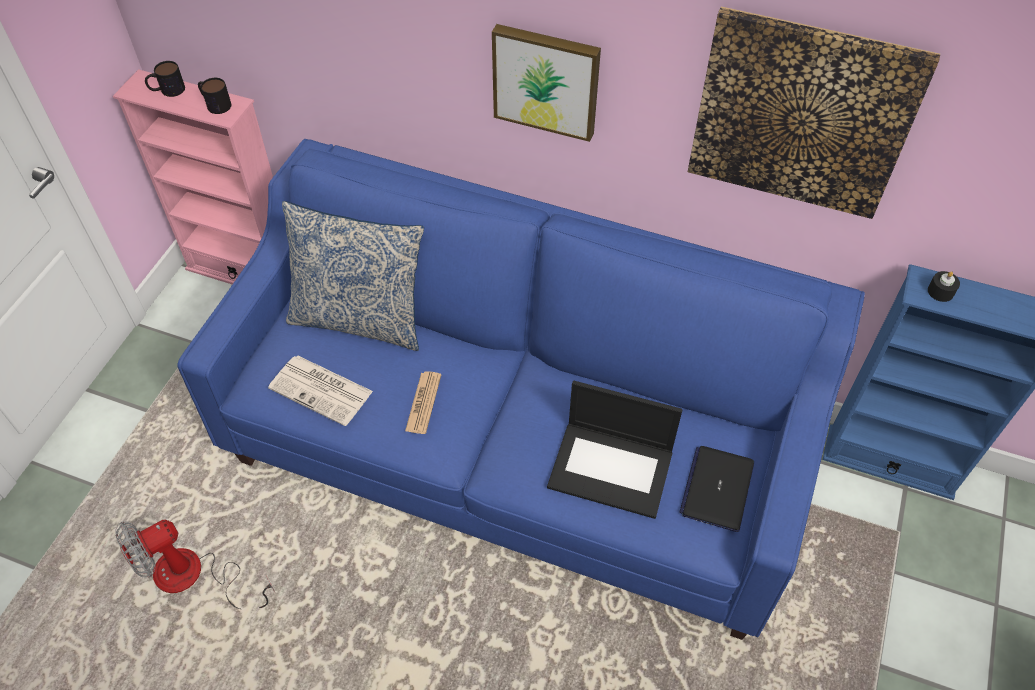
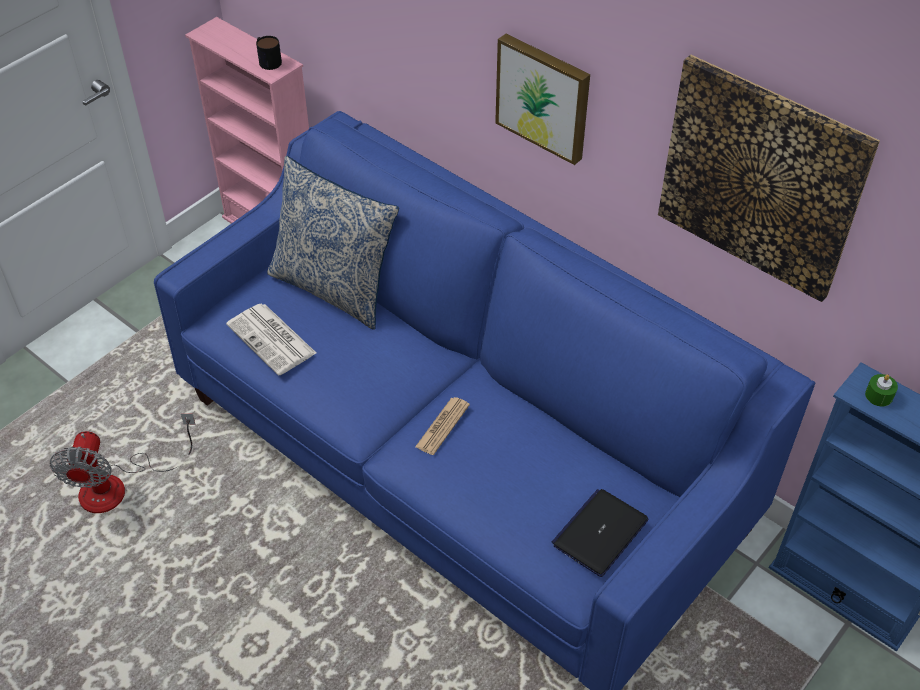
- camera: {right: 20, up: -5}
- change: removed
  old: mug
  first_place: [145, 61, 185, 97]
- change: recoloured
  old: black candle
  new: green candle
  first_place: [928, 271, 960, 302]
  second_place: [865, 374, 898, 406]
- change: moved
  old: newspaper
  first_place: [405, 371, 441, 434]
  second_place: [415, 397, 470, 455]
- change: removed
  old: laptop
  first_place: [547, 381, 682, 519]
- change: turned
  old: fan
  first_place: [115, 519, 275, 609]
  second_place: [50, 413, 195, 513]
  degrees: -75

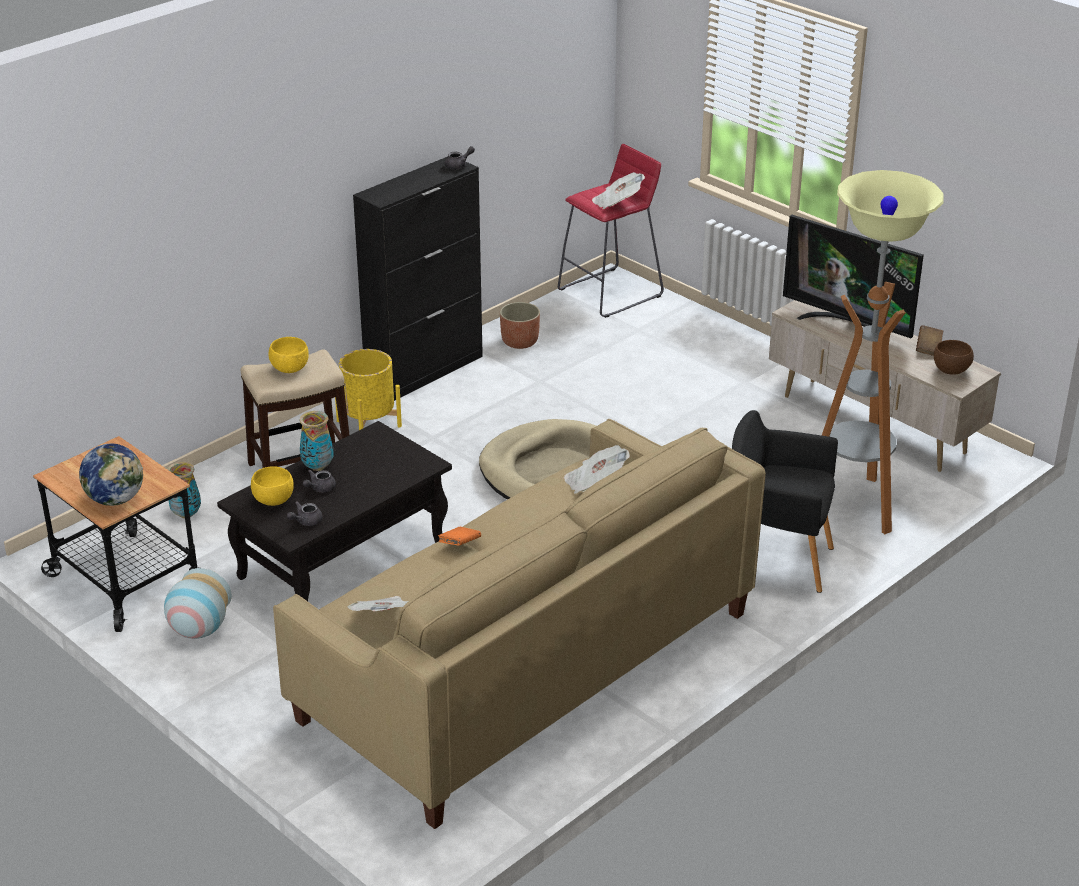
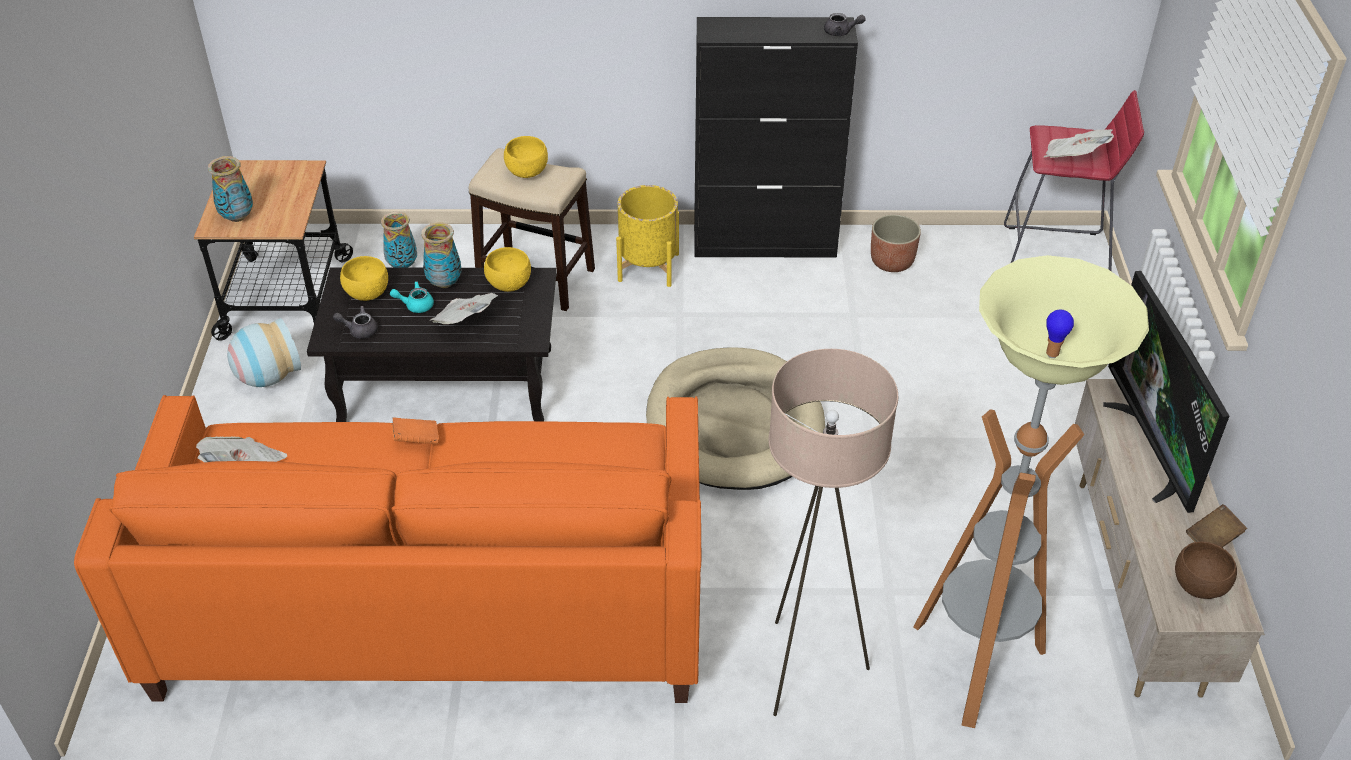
- camera: {right: 45, up: 10}
- change: replaced
  old: black armchair
  new: beige floor lamp
  first_place: [732, 410, 838, 593]
  second_place: [769, 349, 898, 716]
- change: recoloured
  old: beige sofa
  new: orange sofa
  first_place: [273, 419, 766, 829]
  second_place: [74, 395, 701, 703]
- change: replaced
  old: globe
  new: vase
  first_place: [79, 443, 143, 506]
  second_place: [208, 156, 253, 222]
- change: moved
  old: newspaper
  first_place: [564, 445, 630, 494]
  second_place: [430, 293, 498, 324]
- change: recoloured
  old: grey teapot
  new: turquoise teapot
  first_place: [303, 470, 336, 492]
  second_place: [390, 281, 434, 313]
- change: added
  new: yellow bowl
  second_place: [484, 247, 531, 292]

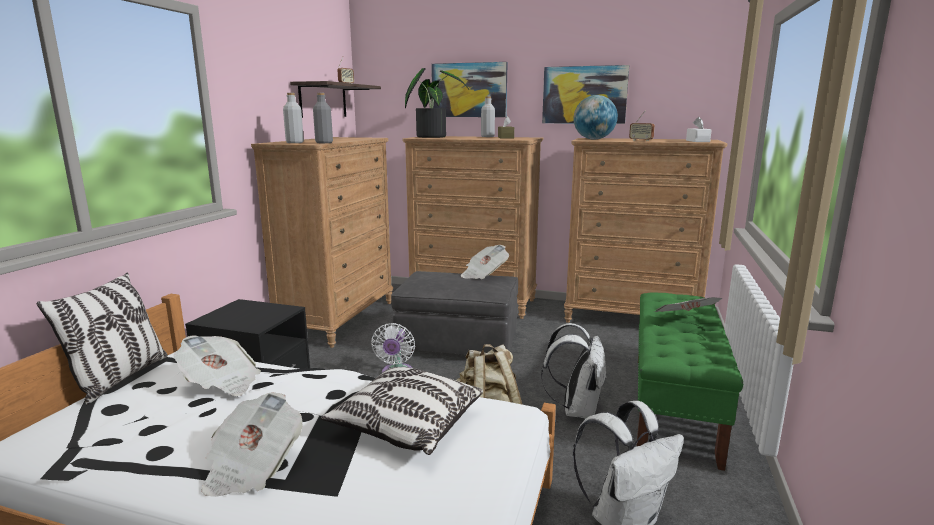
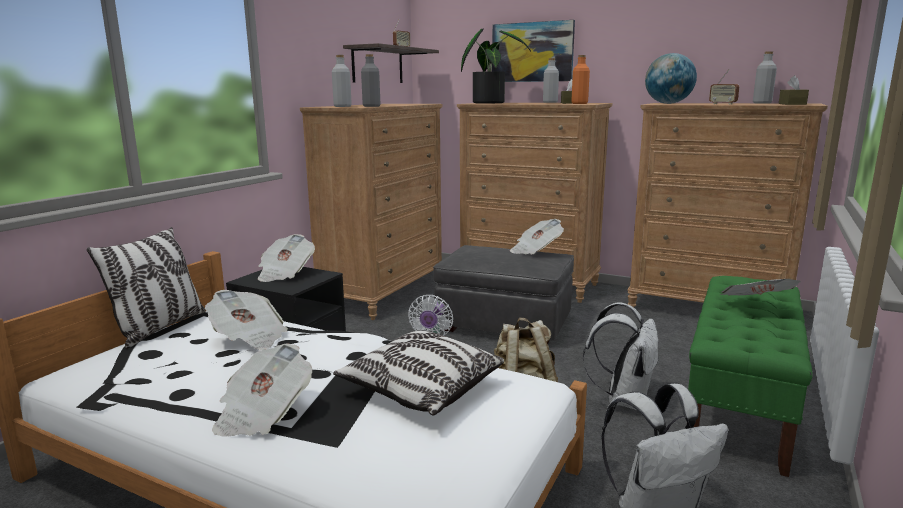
- camera: {right: 10, up: 0}
- change: removed
  old: picture
  first_place: [542, 65, 629, 124]
- change: recoloured
  old: white tissue box
  new: brown tissue box
  first_place: [686, 117, 712, 142]
  second_place: [779, 75, 809, 105]
- change: added
  new: grey bottle
  second_place: [753, 51, 777, 104]
- change: added
  new: orange bottle
  second_place: [571, 55, 590, 104]
- change: added
  new: newspaper
  second_place: [258, 234, 315, 282]

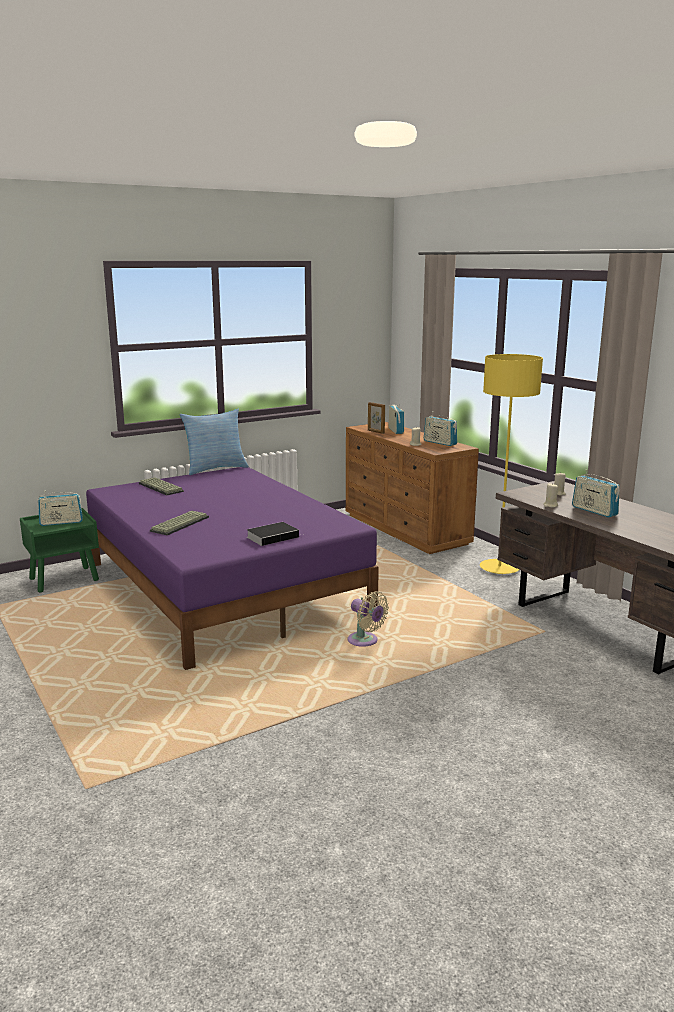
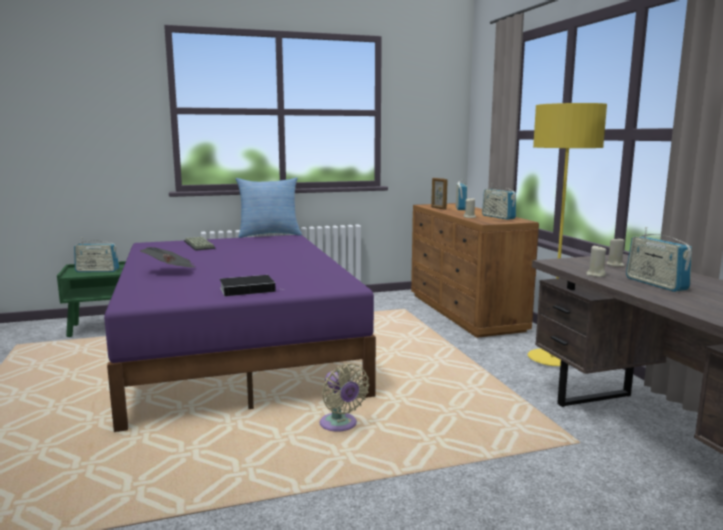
- camera: {right: 15, up: -5}
- change: replaced
  old: keyboard
  new: newspaper
  first_place: [150, 511, 209, 535]
  second_place: [140, 247, 196, 267]

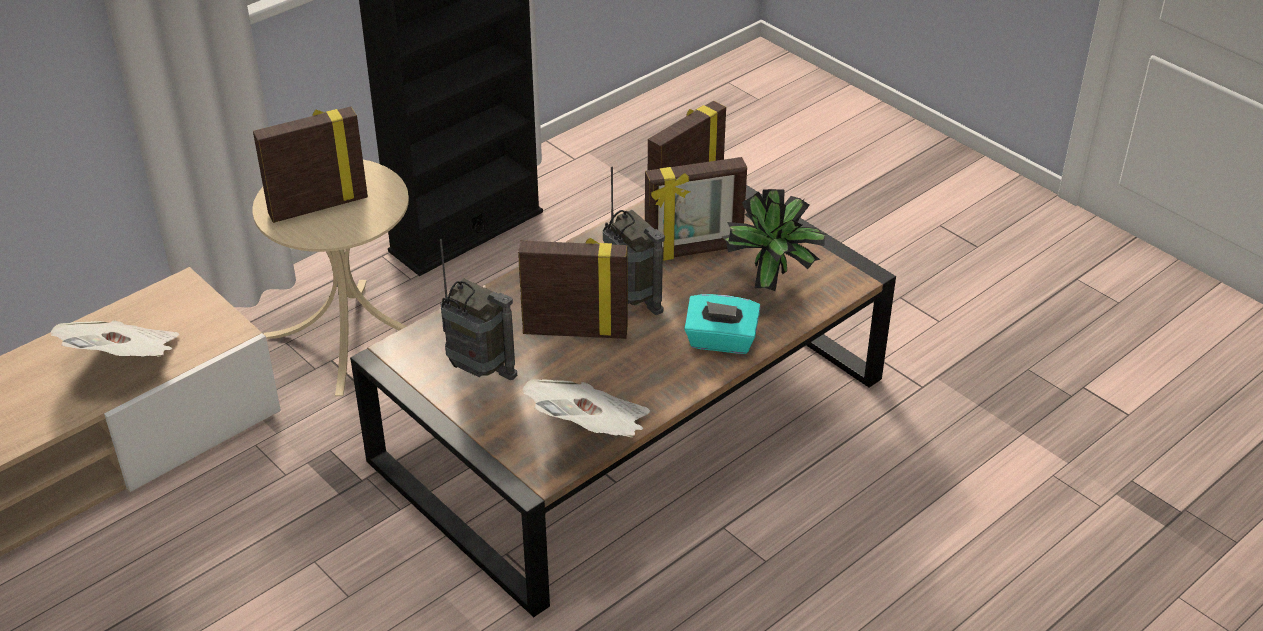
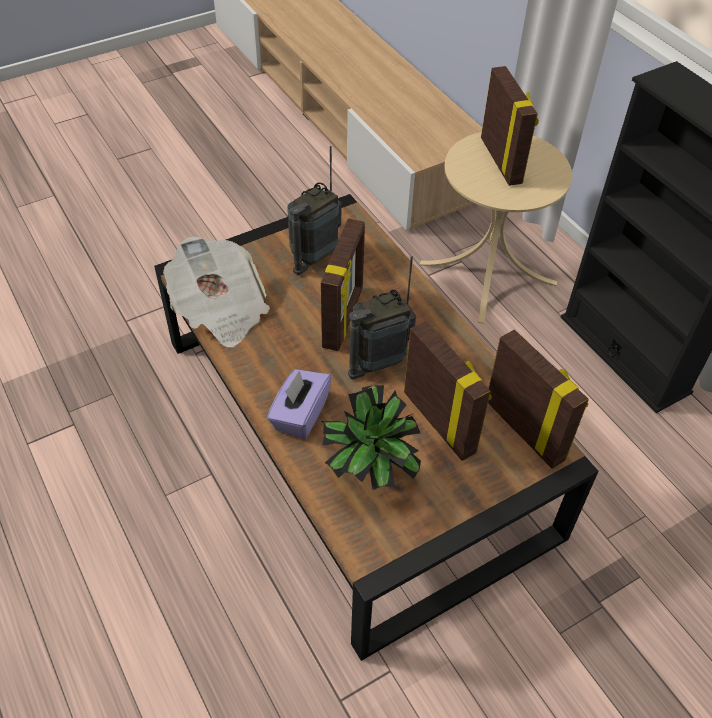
- camera: {right: 100, up: 10}
- change: turned
  old: picture frame
  first_place: [645, 157, 747, 261]
  second_place: [404, 321, 492, 461]
  degrees: 150
- change: recoloured
  old: turquoise tissue box
  new: purple tissue box
  first_place: [684, 294, 760, 354]
  second_place: [267, 369, 332, 439]
- change: removed
  old: newspaper
  first_place: [50, 321, 179, 357]

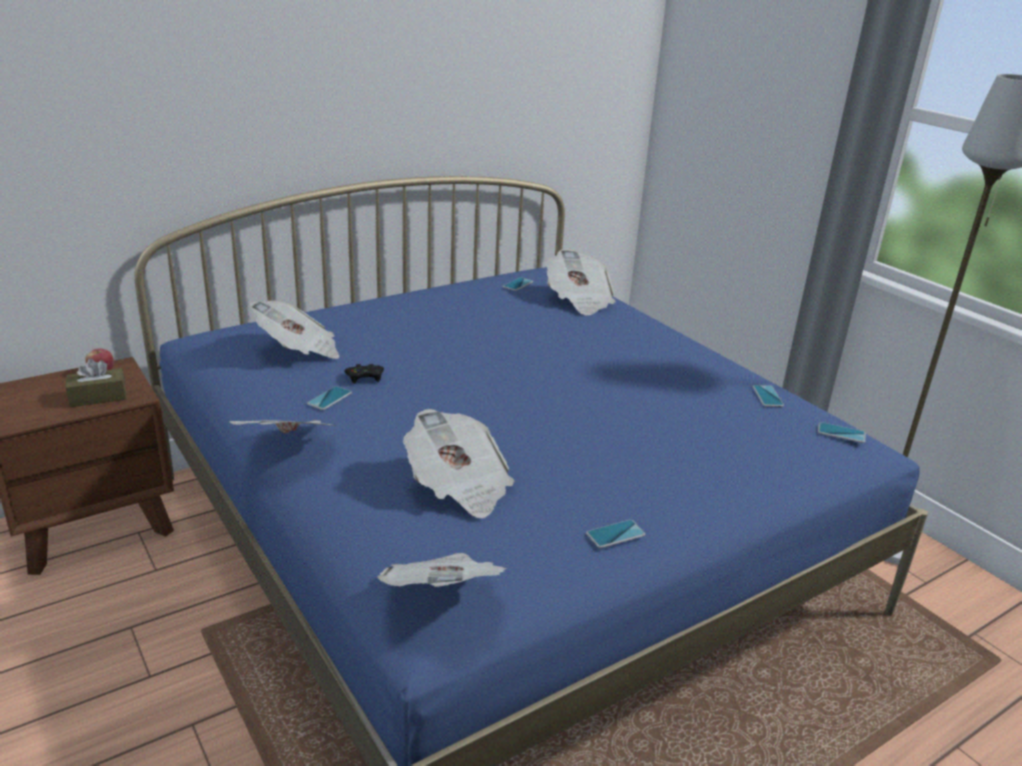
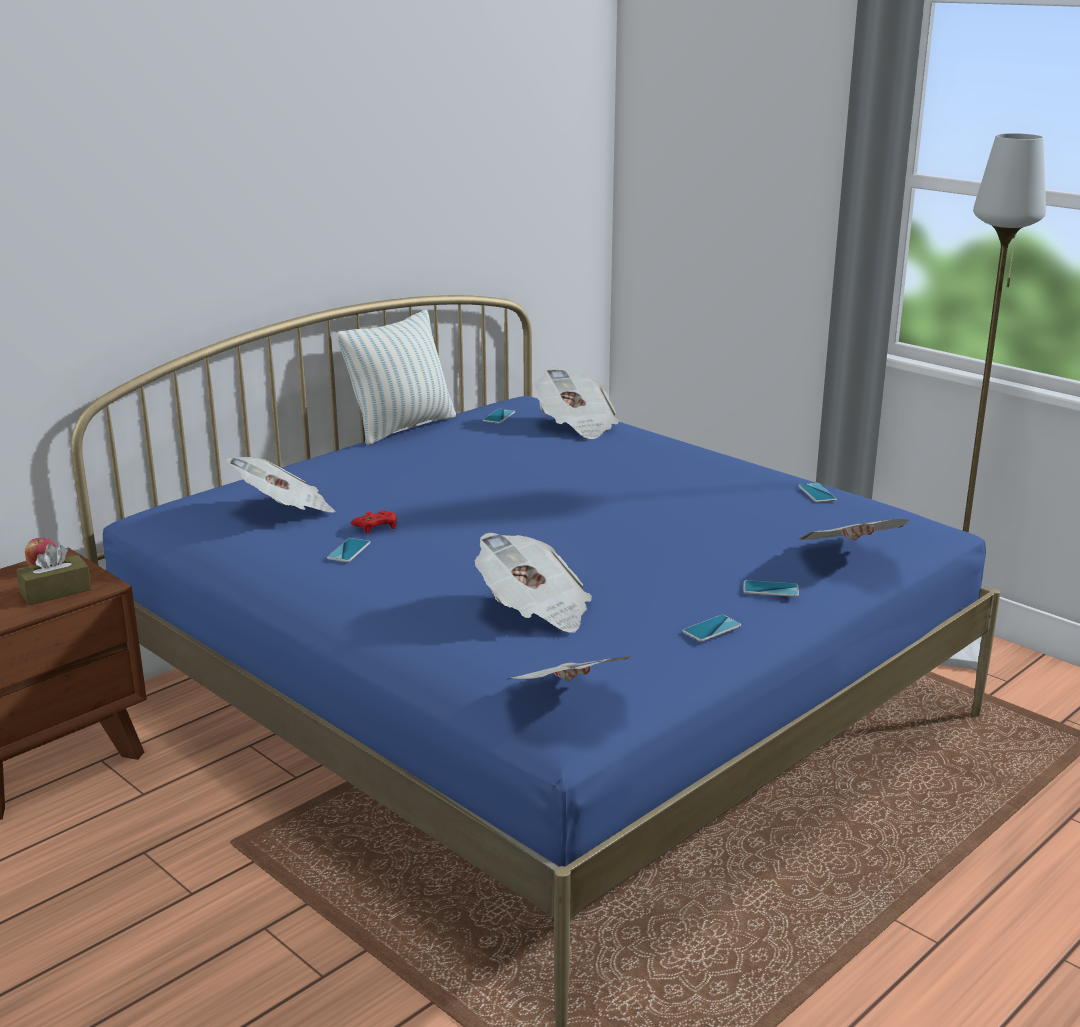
- camera: {right: -10, up: -5}
- change: recoloured
  old: black game controller
  new: red game controller
  first_place: [344, 364, 384, 384]
  second_place: [351, 510, 397, 534]
- change: moved
  old: newspaper
  first_place: [229, 420, 335, 433]
  second_place: [799, 519, 910, 541]
- change: moved
  old: phone
  first_place: [818, 422, 865, 443]
  second_place: [743, 580, 799, 597]
- change: added
  new: pillow
  second_place: [337, 310, 456, 445]

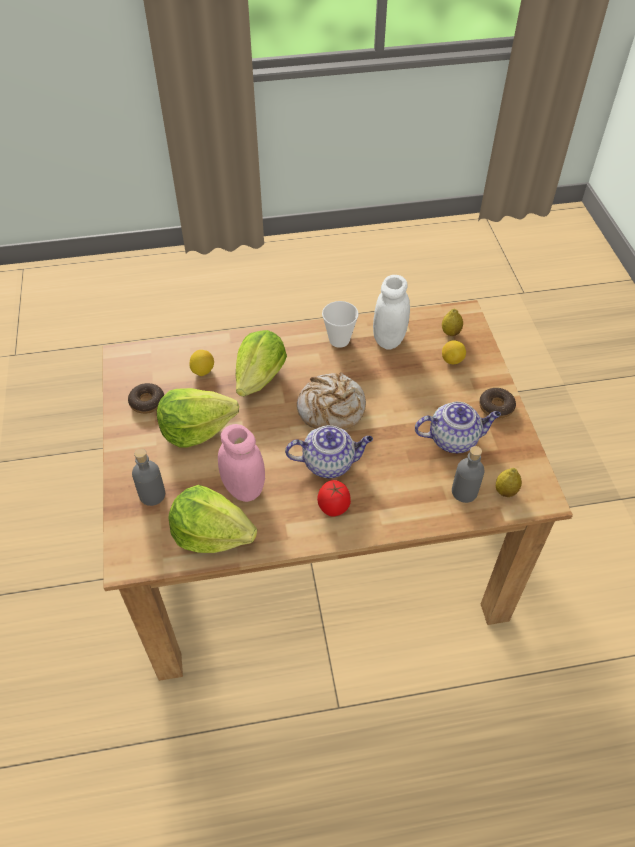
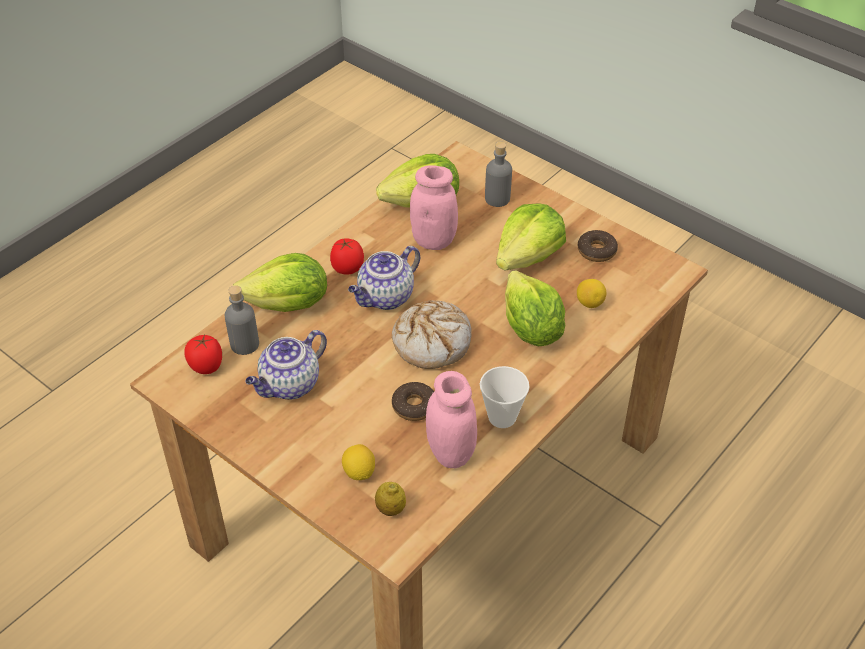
- camera: {right: 140, up: -5}
- change: recoloured
  old: white jar
  new: pink jar
  first_place: [373, 275, 410, 350]
  second_place: [426, 371, 477, 468]
- change: moved
  old: donut
  first_place: [479, 388, 516, 418]
  second_place: [392, 382, 434, 421]
- change: replaced
  old: lemon
  new: tomato
  first_place: [496, 468, 522, 497]
  second_place: [184, 335, 222, 374]
- change: added
  new: lettuce
  second_place: [233, 253, 327, 312]

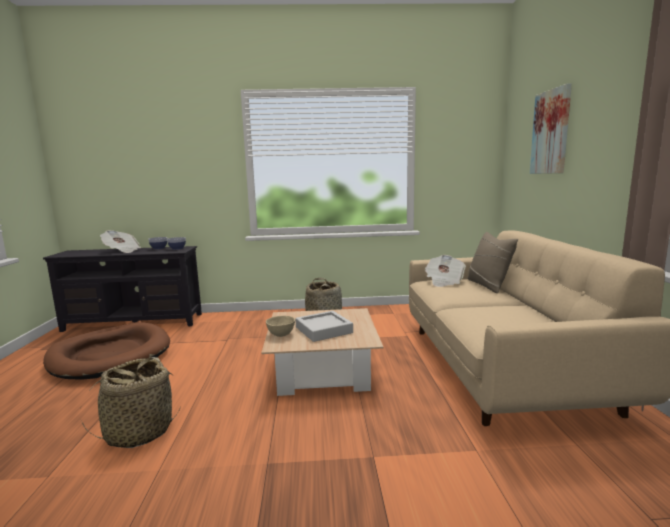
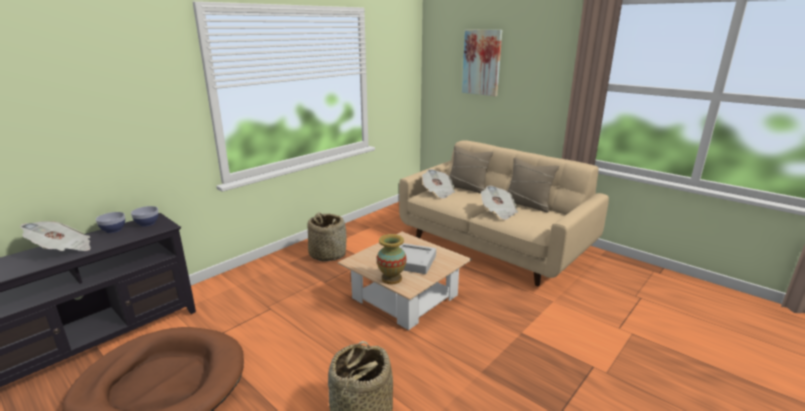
- camera: {right: -45, up: 10}
- change: replaced
  old: beige bowl
  new: vase
  first_place: [266, 316, 295, 337]
  second_place: [377, 234, 406, 284]
- change: added
  new: beige pillow
  second_place: [508, 158, 559, 212]
- change: added
  new: newspaper
  second_place: [481, 186, 518, 220]

